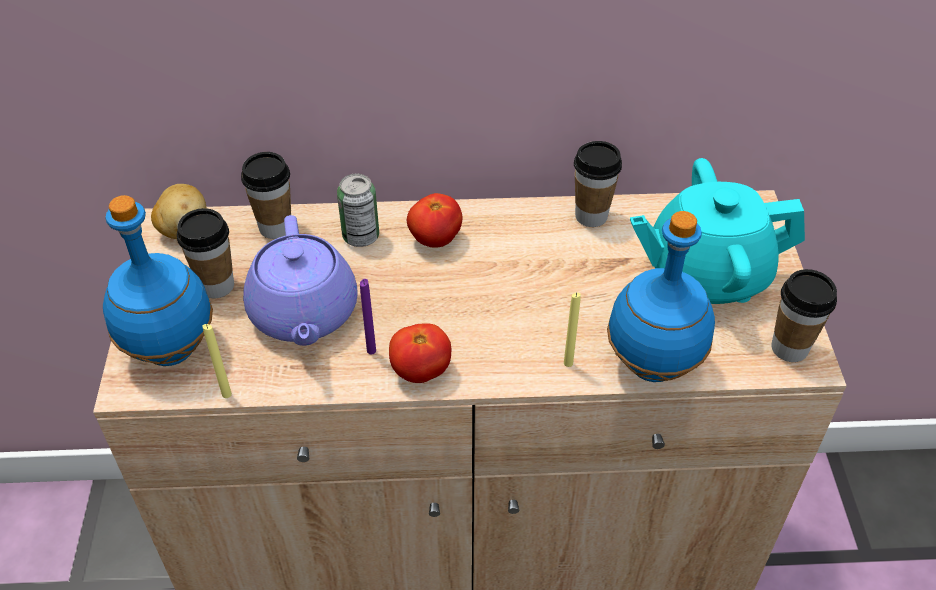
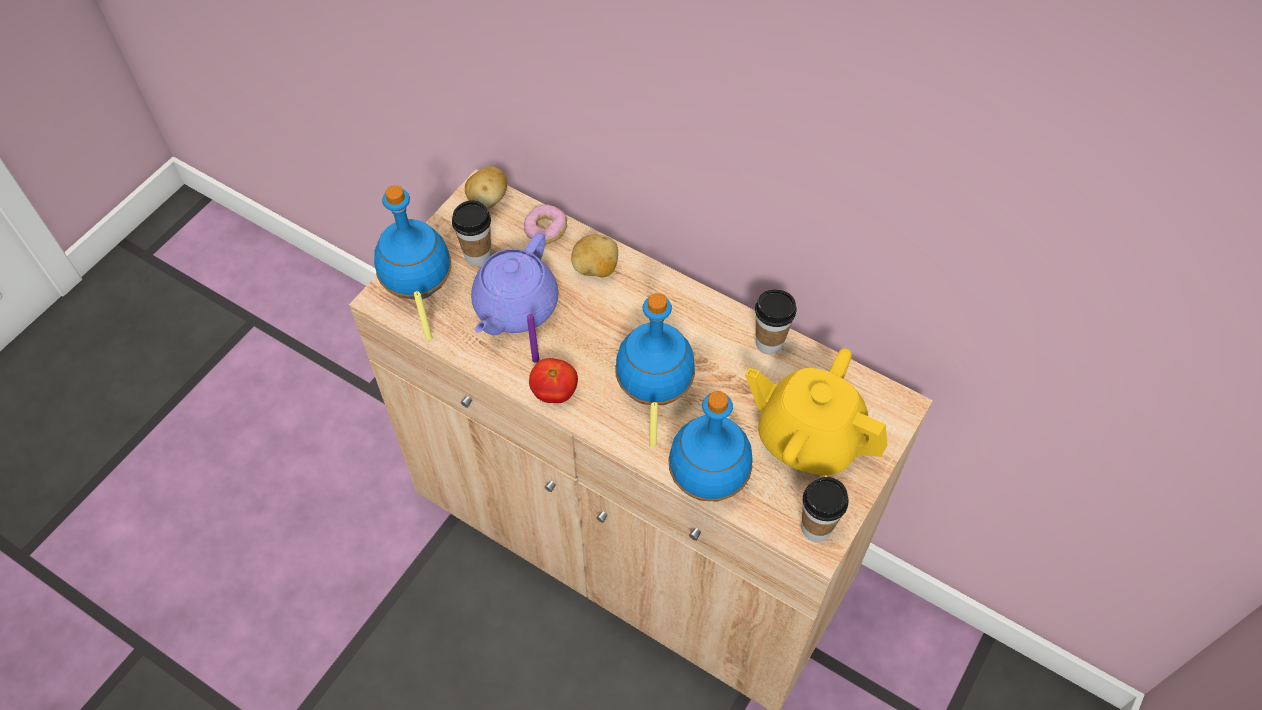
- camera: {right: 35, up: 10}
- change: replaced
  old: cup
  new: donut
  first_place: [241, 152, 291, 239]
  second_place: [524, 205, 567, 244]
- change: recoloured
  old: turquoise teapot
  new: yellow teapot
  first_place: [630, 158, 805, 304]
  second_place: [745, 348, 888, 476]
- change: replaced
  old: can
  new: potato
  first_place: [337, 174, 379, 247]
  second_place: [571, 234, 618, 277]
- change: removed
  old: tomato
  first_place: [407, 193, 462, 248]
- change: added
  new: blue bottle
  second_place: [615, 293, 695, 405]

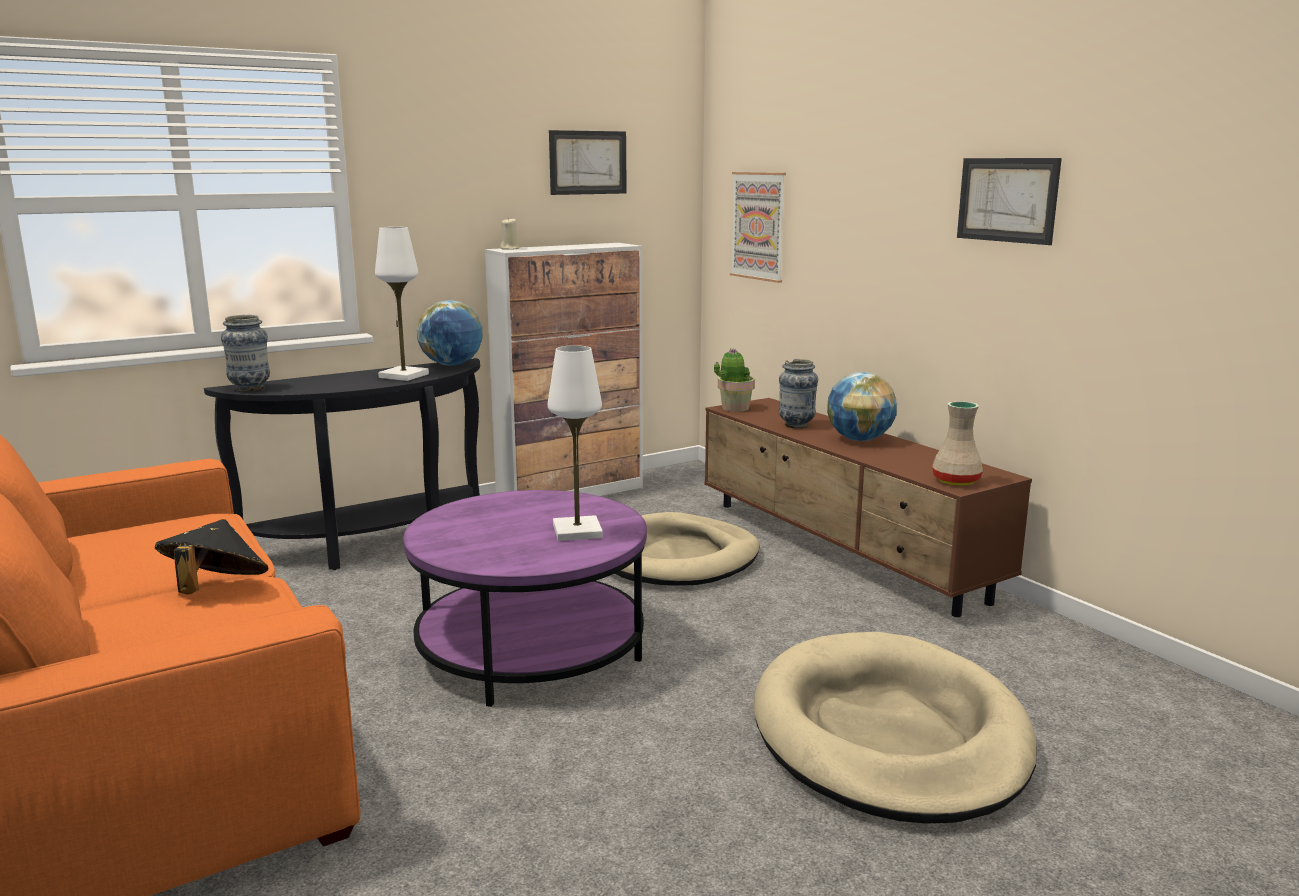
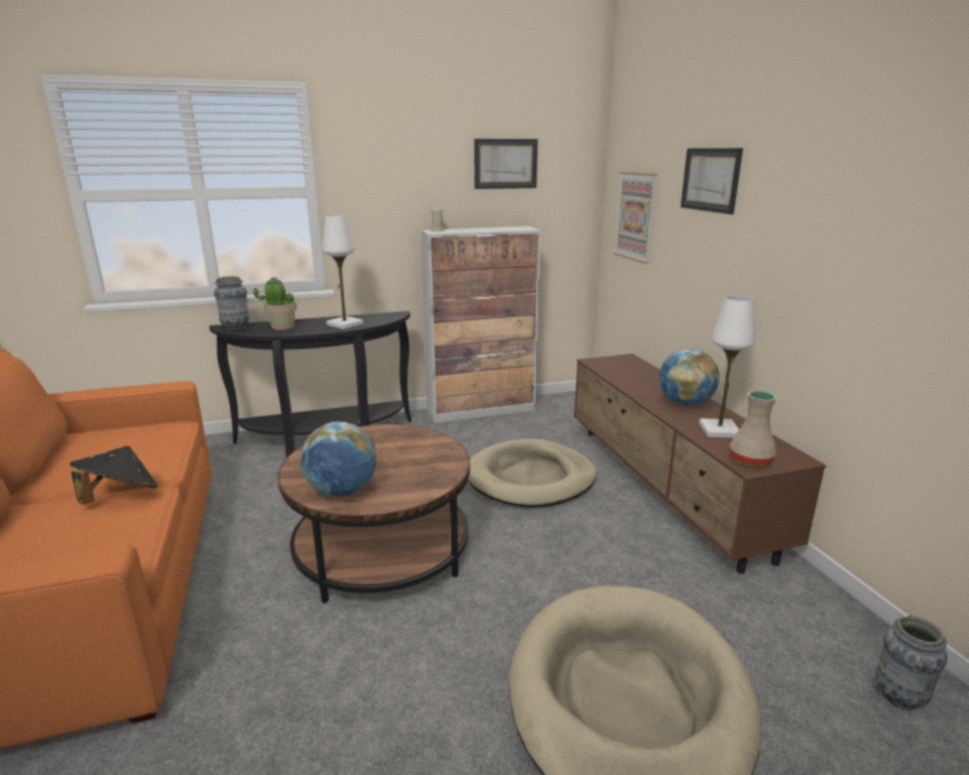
- camera: {right: 15, up: 5}
- change: moved
  old: picture
  first_place: [957, 158, 1062, 245]
  second_place: [681, 148, 743, 215]
- change: moved
  old: globe
  first_place: [417, 300, 483, 365]
  second_place: [300, 421, 377, 496]
- change: moved
  old: white table lamp
  first_place: [548, 345, 603, 541]
  second_place: [699, 295, 755, 438]
- change: moved
  old: potted plant
  first_place: [714, 348, 755, 412]
  second_place: [253, 277, 297, 330]
- change: moved
  old: vase
  first_place: [779, 359, 818, 428]
  second_place: [875, 615, 948, 710]
- change: recoloured
  old: purple coffee table
  new: brown coffee table
  first_place: [403, 490, 647, 707]
  second_place: [278, 424, 470, 603]

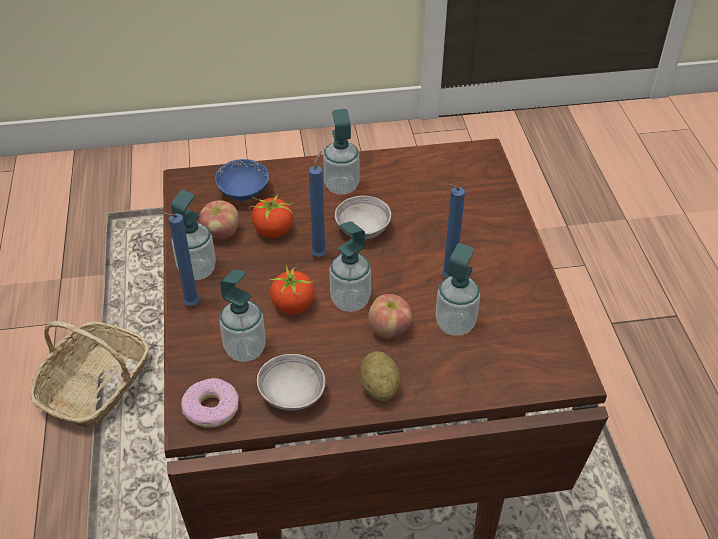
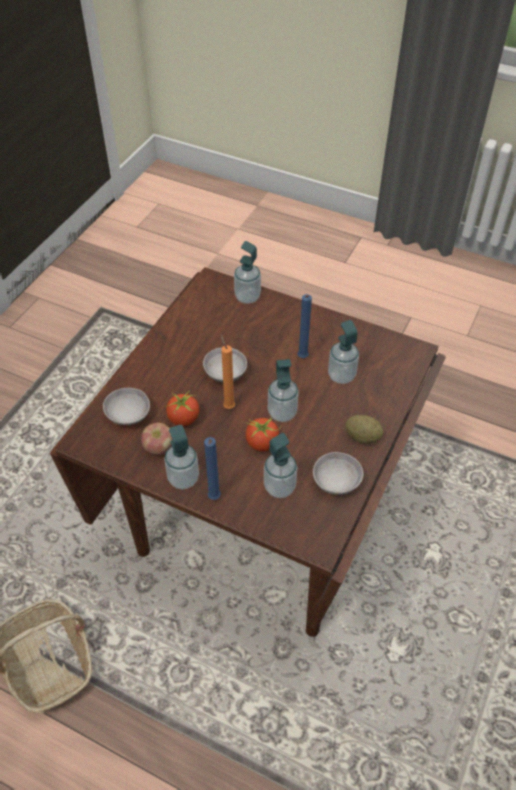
- camera: {right: -55, up: 5}
- change: moved
  old: soap dispenser
  first_place: [323, 109, 359, 195]
  second_place: [234, 241, 261, 304]
- change: recoloured
  old: blue candle
  new: orange candle
  first_place: [309, 151, 327, 257]
  second_place: [221, 335, 235, 409]
- change: recoloured
  old: blue bowl
  new: grey bowl
  first_place: [215, 159, 270, 201]
  second_place: [103, 388, 150, 425]
- change: removed
  old: apple
  first_place: [368, 294, 412, 339]
- change: removed
  old: donut
  first_place: [181, 378, 239, 427]

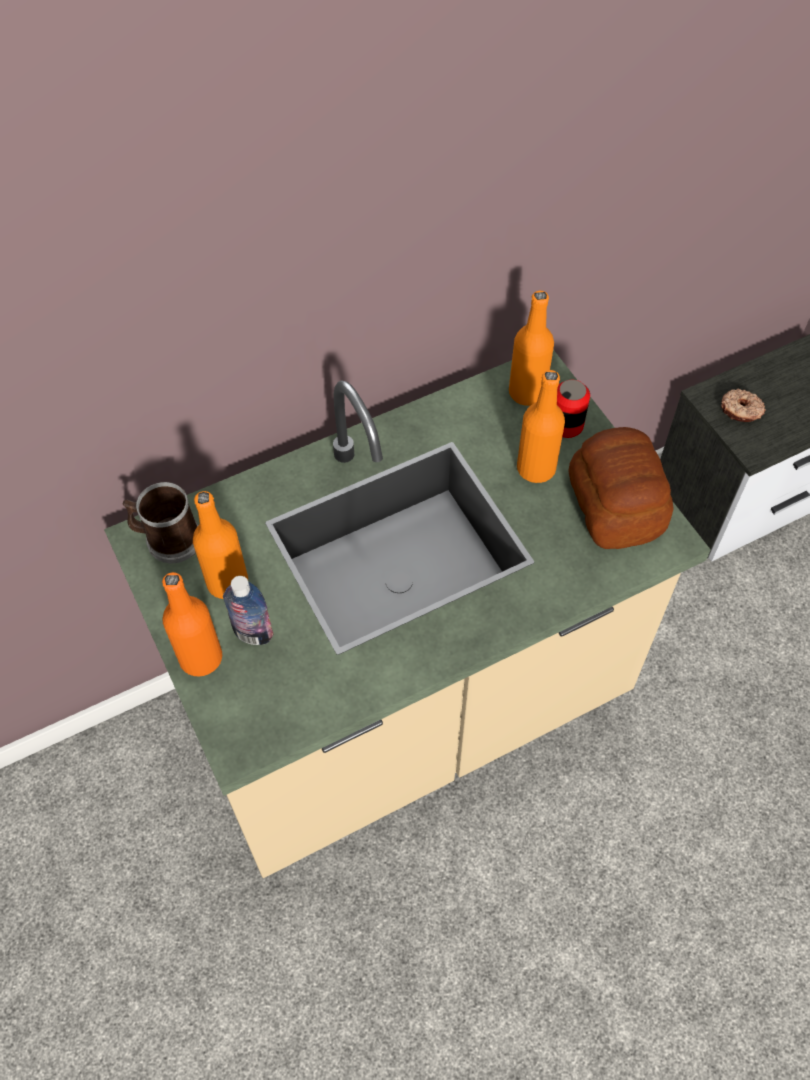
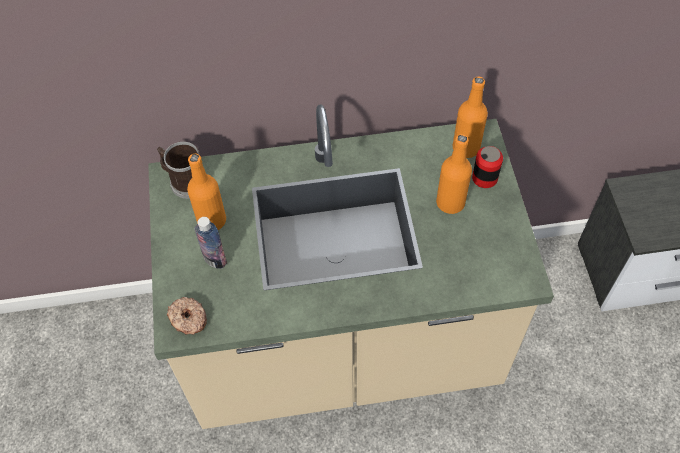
- camera: {right: 20, up: 0}
- change: moved
  old: donut
  first_place: [721, 388, 766, 422]
  second_place: [167, 297, 207, 335]
- change: removed
  old: bread
  first_place: [569, 427, 674, 549]
- change: removed
  old: orange bottle
  first_place: [162, 572, 222, 676]

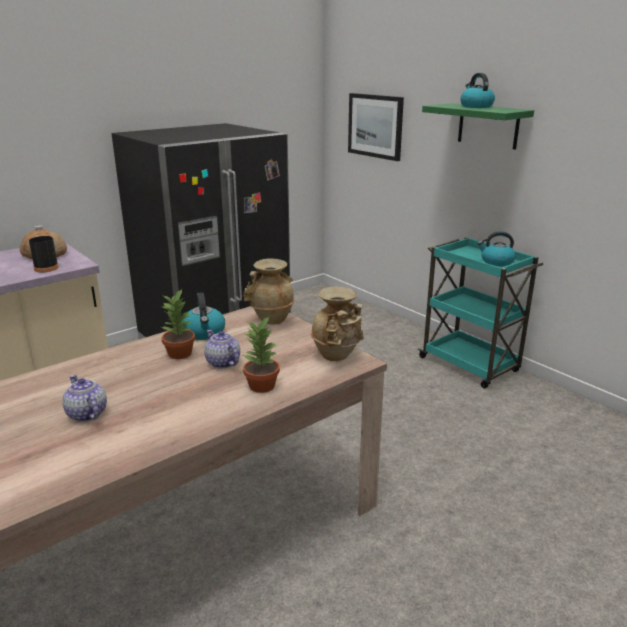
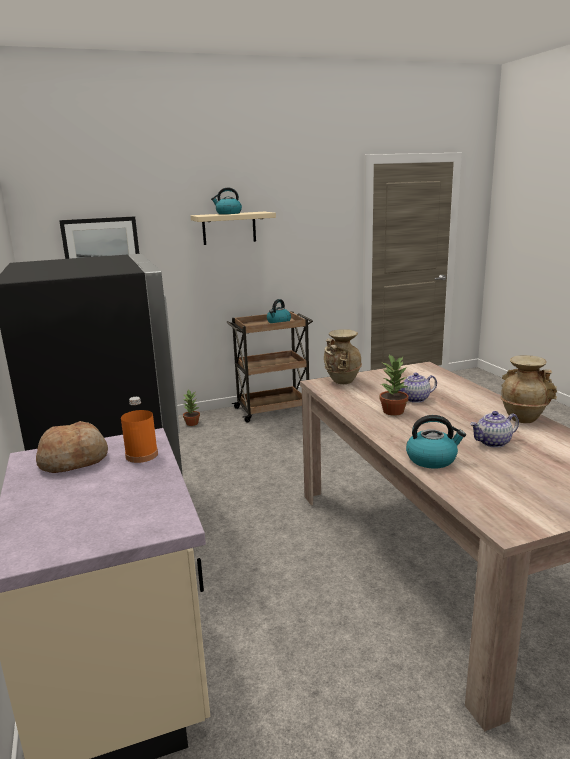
- camera: {right: -70, up: -5}
- change: recoloured
  old: green shelf
  new: beige shelf
  first_place: [422, 103, 534, 149]
  second_place: [191, 212, 276, 245]
- change: recoloured
  old: black bottle
  new: orange bottle
  first_place: [29, 225, 59, 272]
  second_place: [121, 397, 158, 463]
- change: recoloured
  old: turquoise cart
  new: brown cart
  first_place: [417, 237, 544, 388]
  second_place: [226, 311, 313, 422]
- change: moved
  old: beige vase
  first_place: [311, 287, 364, 361]
  second_place: [500, 355, 557, 423]
- change: moved
  old: kettle
  first_place: [181, 292, 225, 340]
  second_place: [406, 415, 466, 469]
- change: moved
  old: potted plant
  first_place: [243, 317, 280, 393]
  second_place: [183, 389, 200, 426]

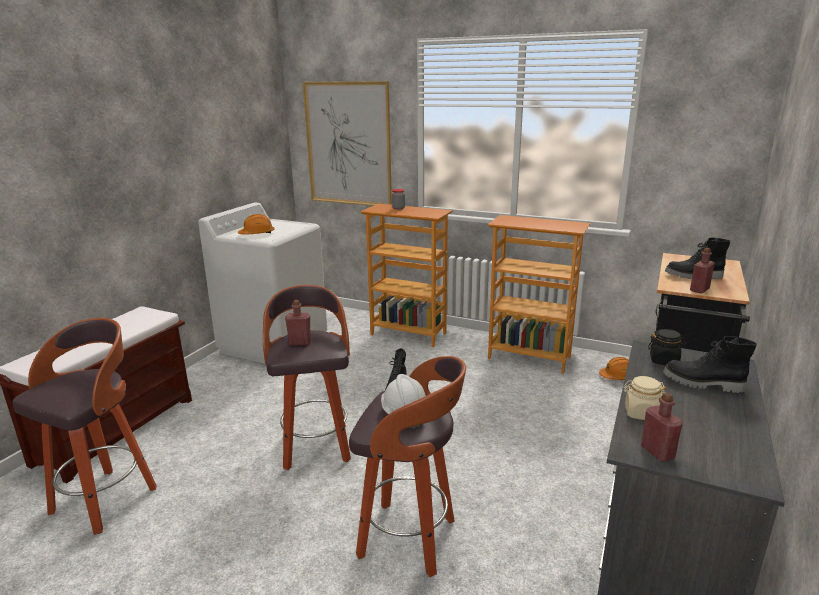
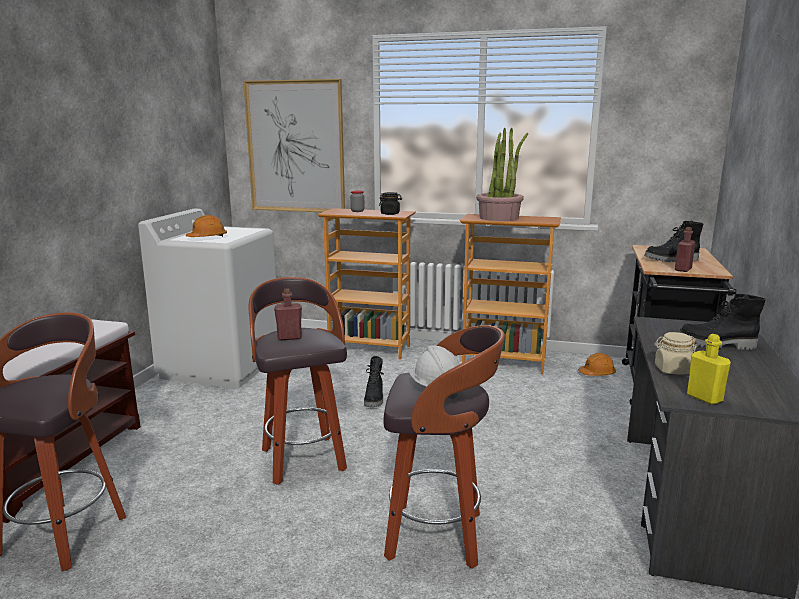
- camera: {right: -10, up: -5}
- change: moved
  old: black jar
  first_place: [648, 329, 687, 365]
  second_place: [379, 192, 402, 215]
- change: recoloured
  old: red bottle
  new: yellow bottle
  first_place: [641, 393, 683, 462]
  second_place: [687, 334, 731, 405]
- change: added
  new: potted plant
  second_place: [476, 128, 528, 221]

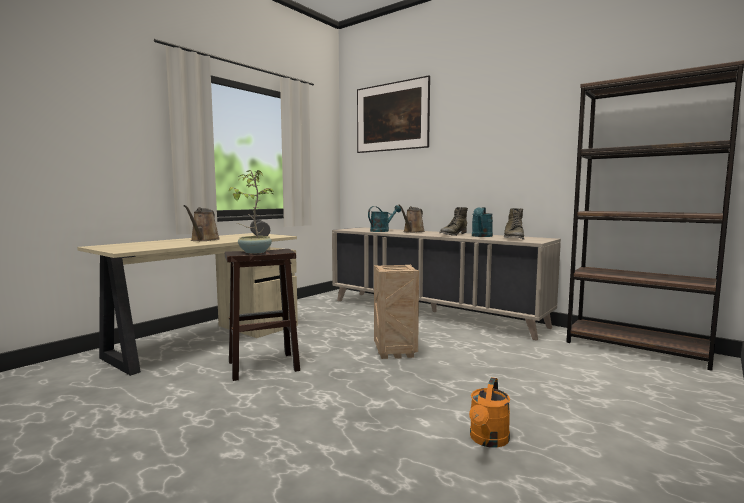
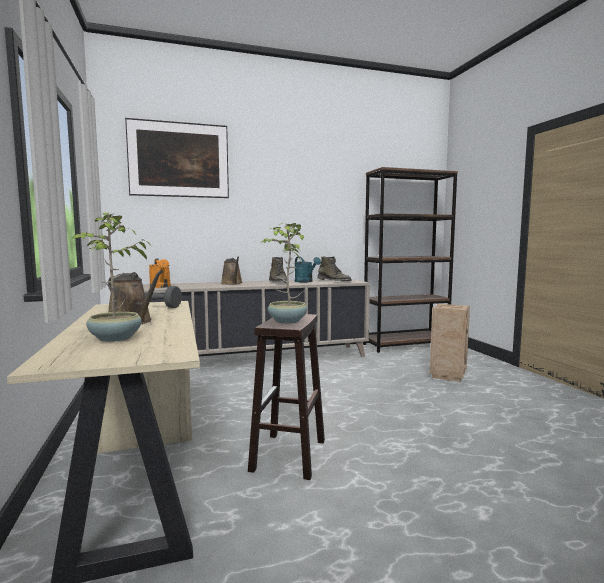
- camera: {right: -55, up: 0}
- change: removed
  old: turquoise watering can
  first_place: [368, 205, 401, 232]
- change: moved
  old: crate
  first_place: [374, 265, 419, 359]
  second_place: [430, 303, 470, 382]
- change: moved
  old: orange watering can
  first_place: [469, 377, 510, 448]
  second_place: [149, 259, 171, 288]
- change: added
  new: potted plant
  second_place: [72, 213, 150, 342]

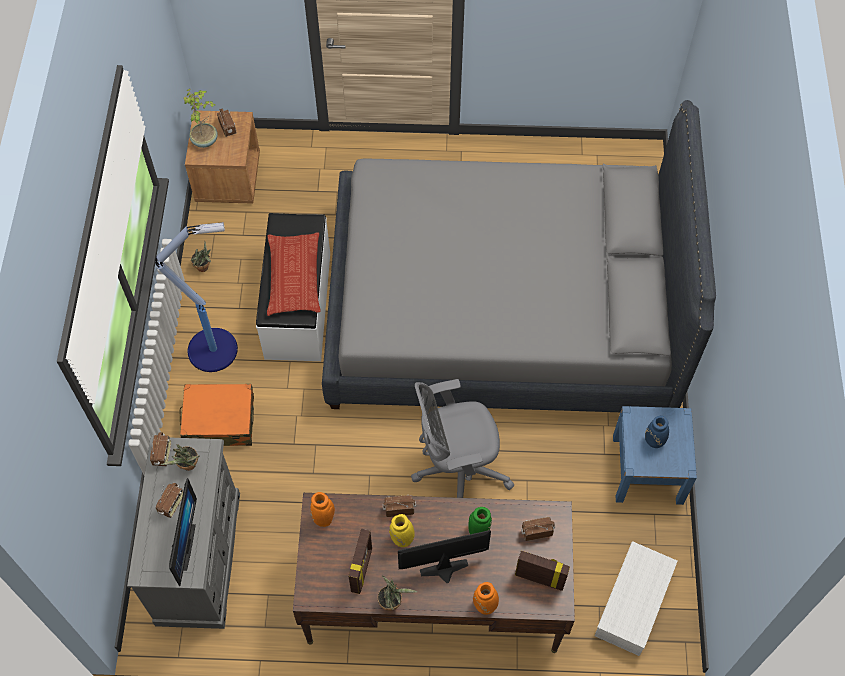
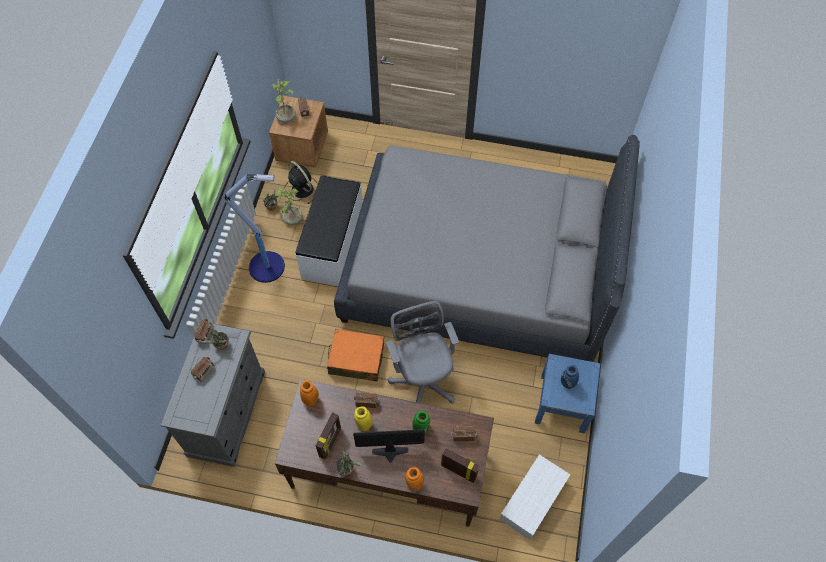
- camera: {right: 10, up: 0}
- change: removed
  old: pillow
  first_place: [267, 232, 321, 316]
- change: turned
  old: grey office chair
  first_place: [411, 379, 514, 498]
  second_place: [386, 301, 459, 404]
  degrees: 75
- change: moved
  old: orange suitcase
  first_place: [180, 384, 254, 446]
  second_place: [327, 329, 384, 382]
- change: removed
  old: monitor
  first_place: [169, 478, 197, 586]
- change: added
  new: black fan
  second_place: [284, 161, 318, 204]
- change: added
  new: potted plant
  second_place: [276, 187, 302, 225]

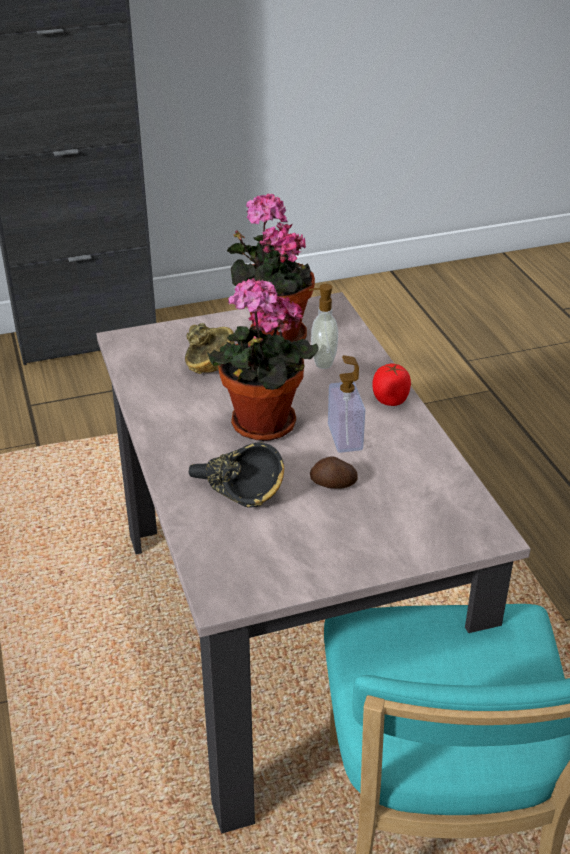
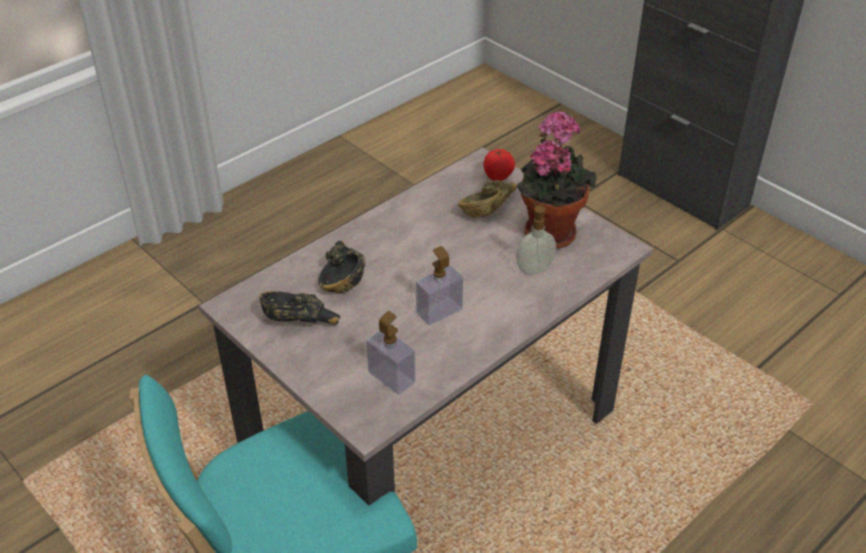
- camera: {right: 65, up: 5}
- change: removed
  old: potted plant
  first_place: [207, 278, 318, 441]
- change: moved
  old: tomato
  first_place: [372, 364, 411, 406]
  second_place: [483, 149, 515, 181]
- change: removed
  old: potato
  first_place: [310, 456, 358, 489]
- change: added
  new: black bowl
  second_place: [260, 291, 340, 324]
- change: added
  new: soap dispenser
  second_place: [367, 311, 415, 394]

